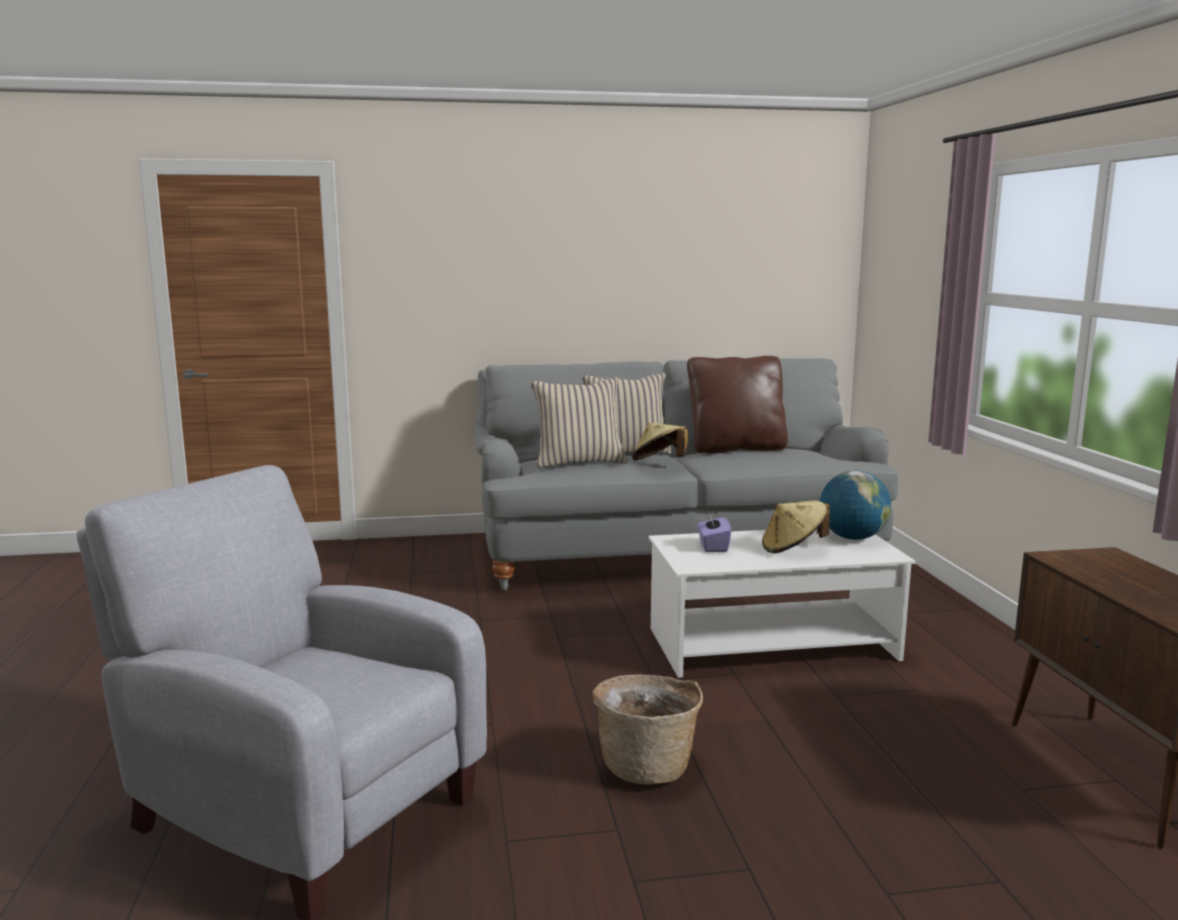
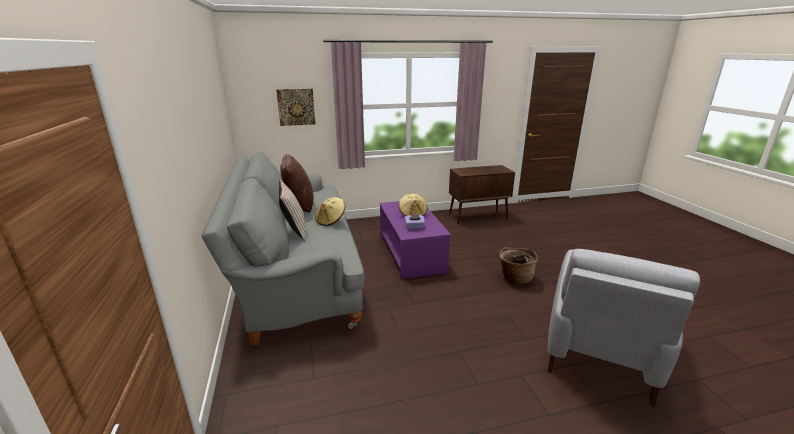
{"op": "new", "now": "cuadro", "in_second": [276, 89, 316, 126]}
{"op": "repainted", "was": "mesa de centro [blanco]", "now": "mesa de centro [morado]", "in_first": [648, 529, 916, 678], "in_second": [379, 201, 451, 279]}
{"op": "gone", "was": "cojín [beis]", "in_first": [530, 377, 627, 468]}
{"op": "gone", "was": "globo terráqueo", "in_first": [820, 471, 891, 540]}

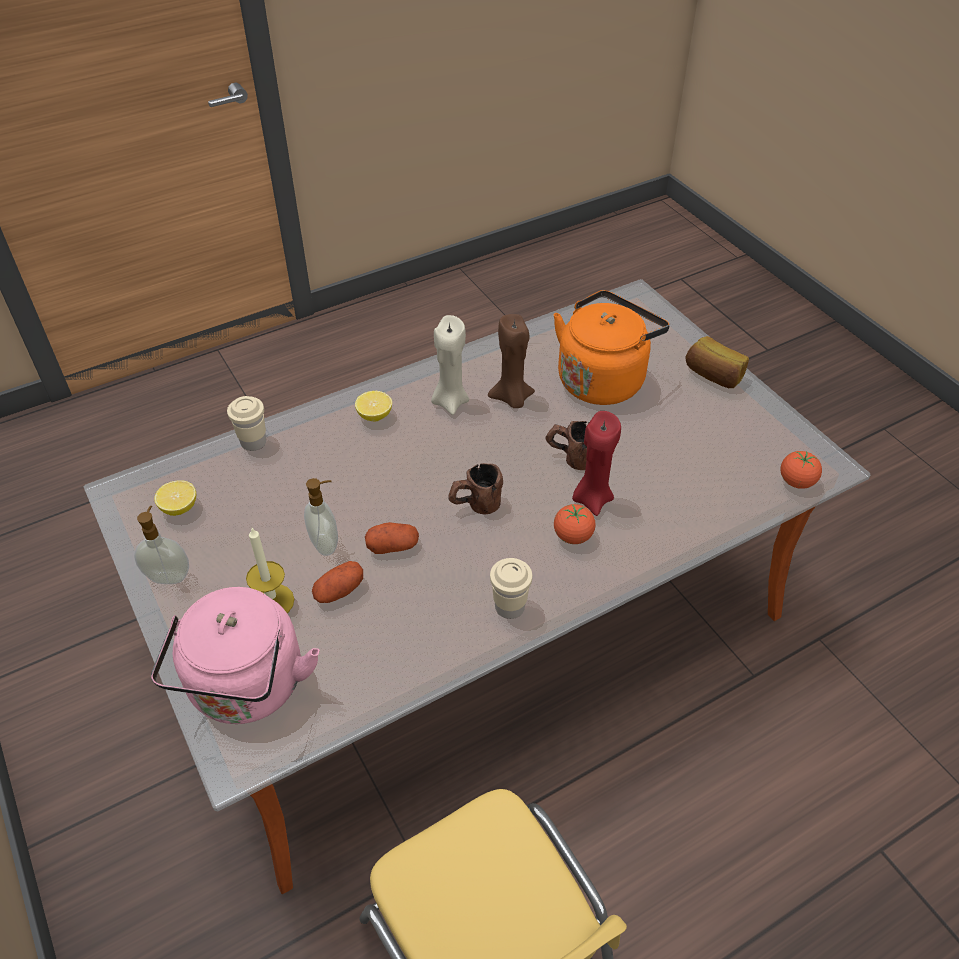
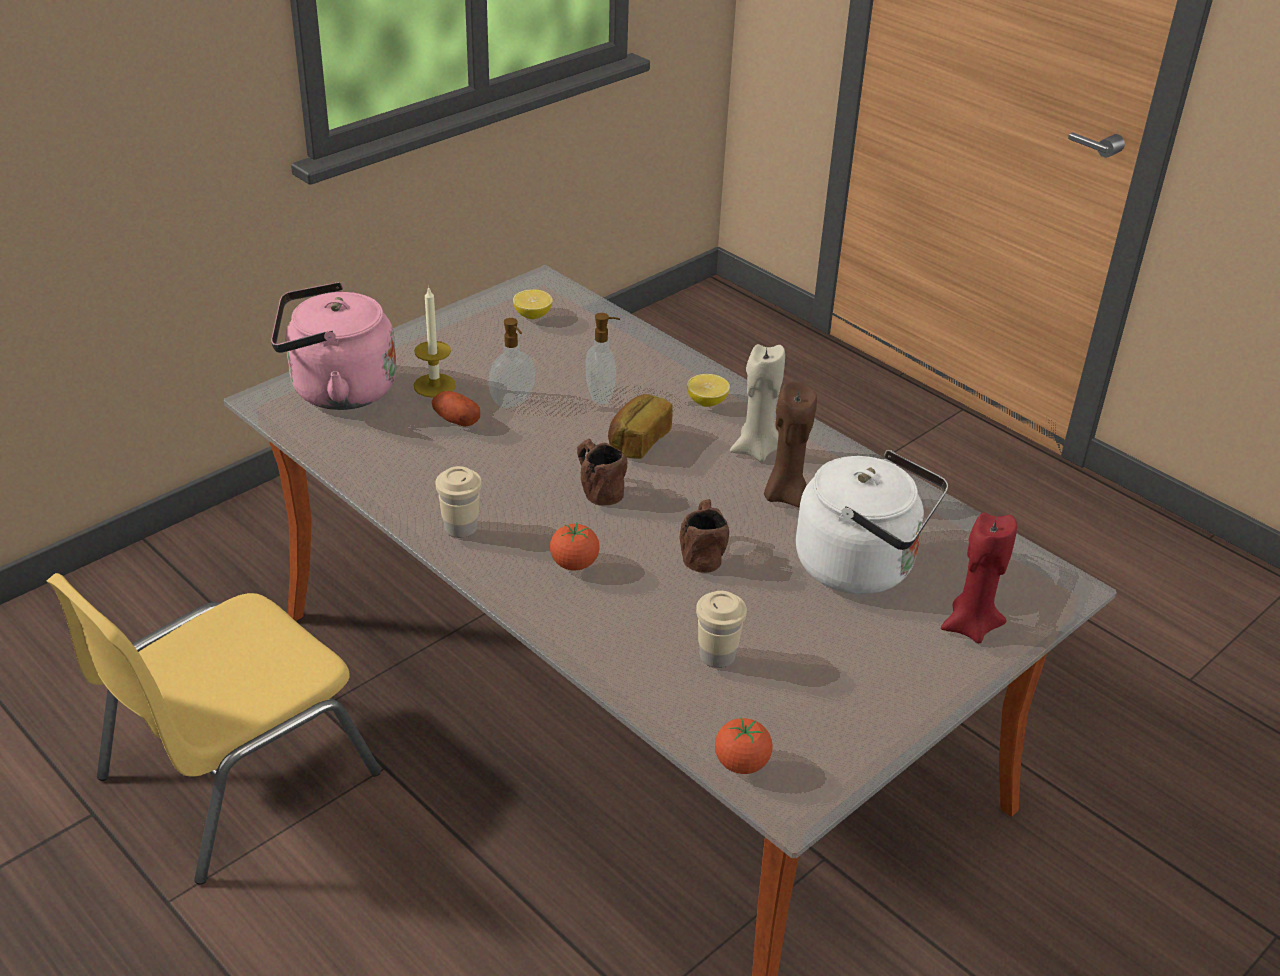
{"op": "shifted", "was": "dispensador de jabón", "in_first": [134, 506, 189, 584], "in_second": [586, 313, 620, 404]}
{"op": "shifted", "was": "pan", "in_first": [686, 336, 749, 388], "in_second": [608, 394, 673, 459]}
{"op": "shifted", "was": "taza [beis]", "in_first": [227, 396, 266, 451], "in_second": [696, 591, 747, 668]}
{"op": "repainted", "was": "hervidor [naranja]", "now": "hervidor [blanco]", "in_first": [554, 290, 670, 405], "in_second": [796, 450, 948, 594]}
{"op": "shifted", "was": "vela [rojo]", "in_first": [572, 411, 621, 516], "in_second": [941, 513, 1017, 643]}
{"op": "gone", "was": "patata", "in_first": [365, 522, 419, 554]}

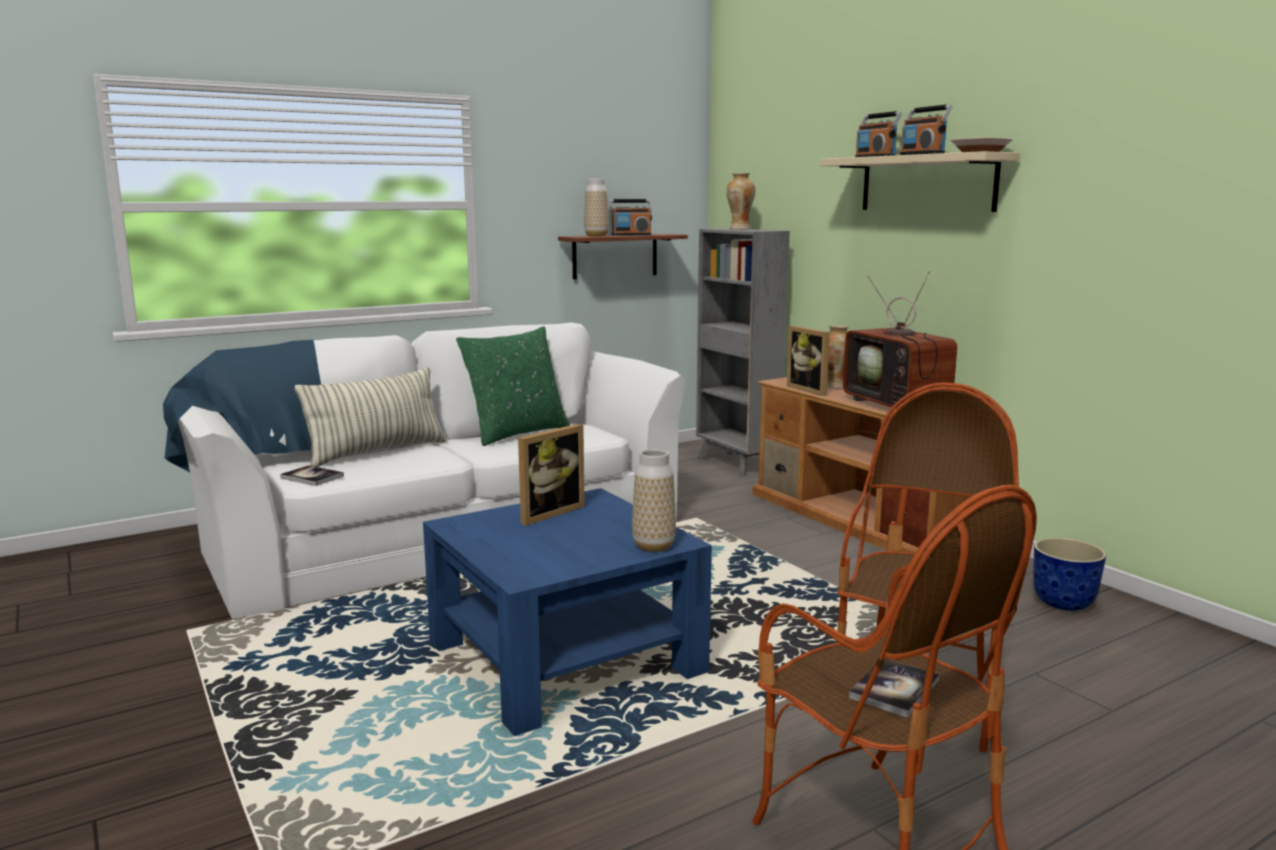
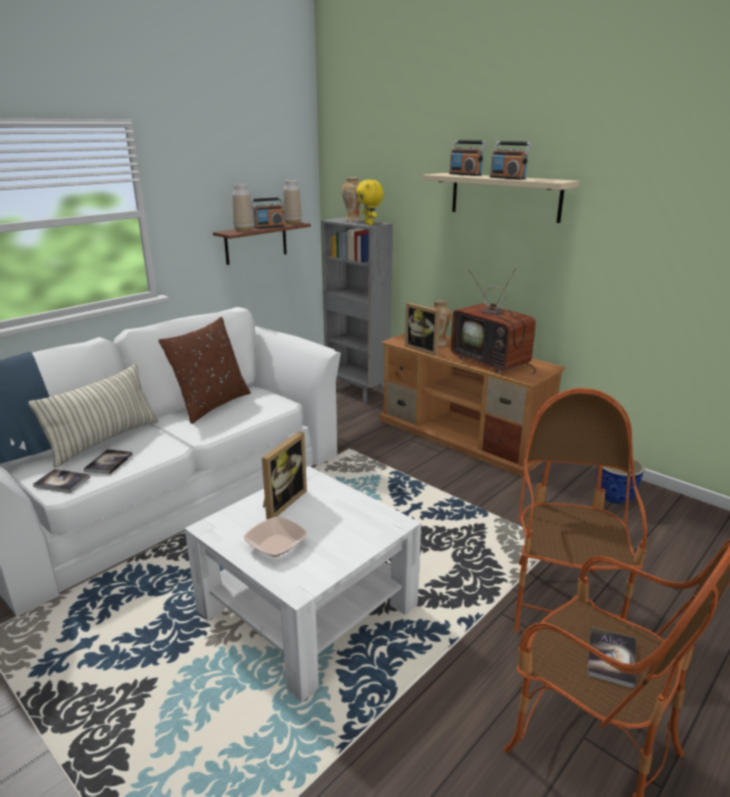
{"op": "new", "now": "libro", "in_second": [84, 449, 133, 475]}
{"op": "repainted", "was": "cojín [verde]", "now": "cojín [marrón]", "in_first": [456, 326, 570, 446], "in_second": [158, 317, 251, 424]}
{"op": "repainted", "was": "mesa de centro [azul]", "now": "mesa de centro [blanco]", "in_first": [423, 488, 712, 736], "in_second": [185, 466, 421, 702]}
{"op": "shifted", "was": "cuenco", "in_first": [950, 137, 1013, 152], "in_second": [244, 517, 307, 557]}
{"op": "shifted", "was": "florero", "in_first": [632, 449, 676, 552], "in_second": [283, 180, 302, 224]}
{"op": "new", "now": "peluche [amarillo]", "in_second": [356, 180, 384, 225]}

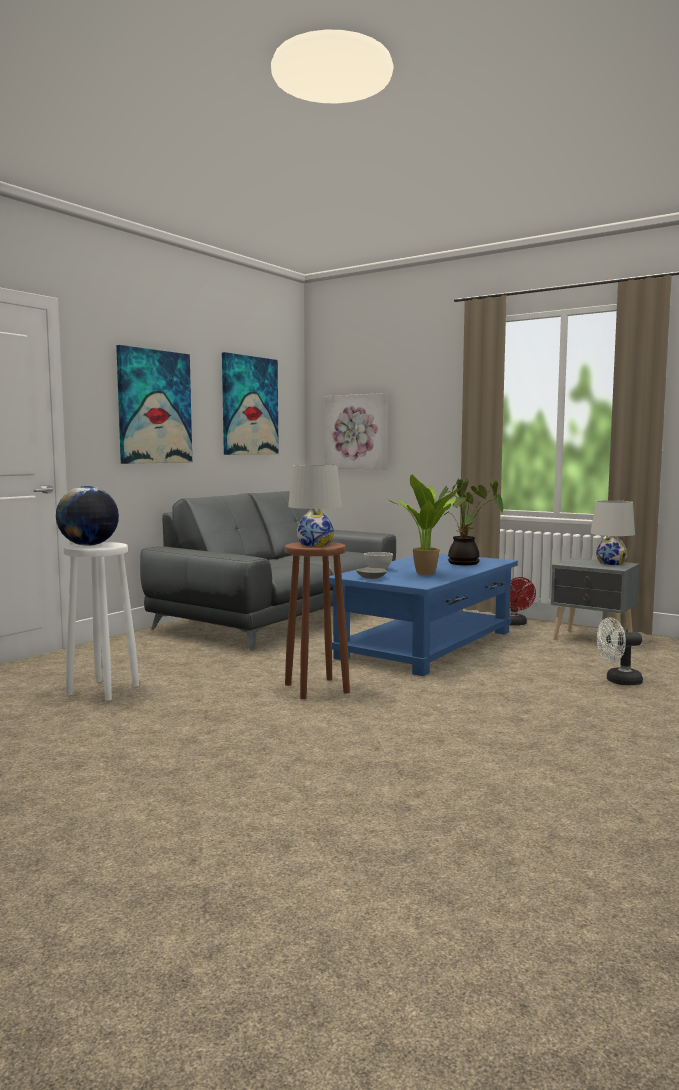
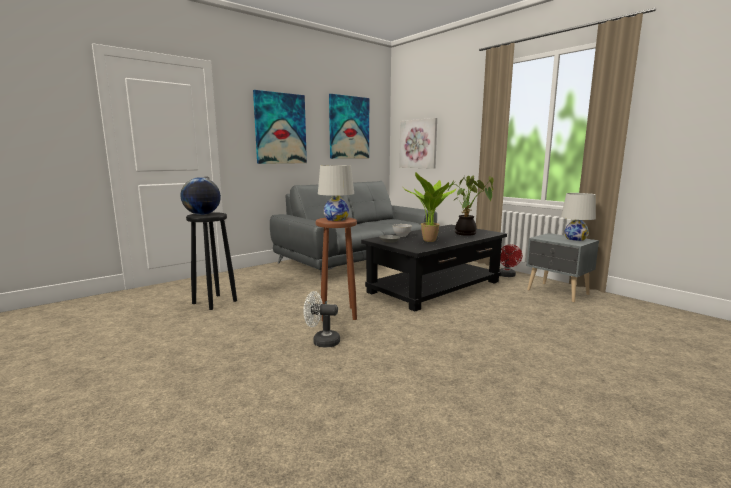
{"op": "repainted", "was": "taburete [blanco]", "now": "taburete [negro]", "in_first": [64, 542, 139, 701], "in_second": [186, 212, 237, 310]}
{"op": "shifted", "was": "ventilador [blanco]", "in_first": [597, 617, 643, 685], "in_second": [303, 291, 340, 347]}
{"op": "repainted", "was": "mesa de centro [azul]", "now": "mesa de centro [negro]", "in_first": [329, 553, 518, 676], "in_second": [361, 225, 507, 311]}

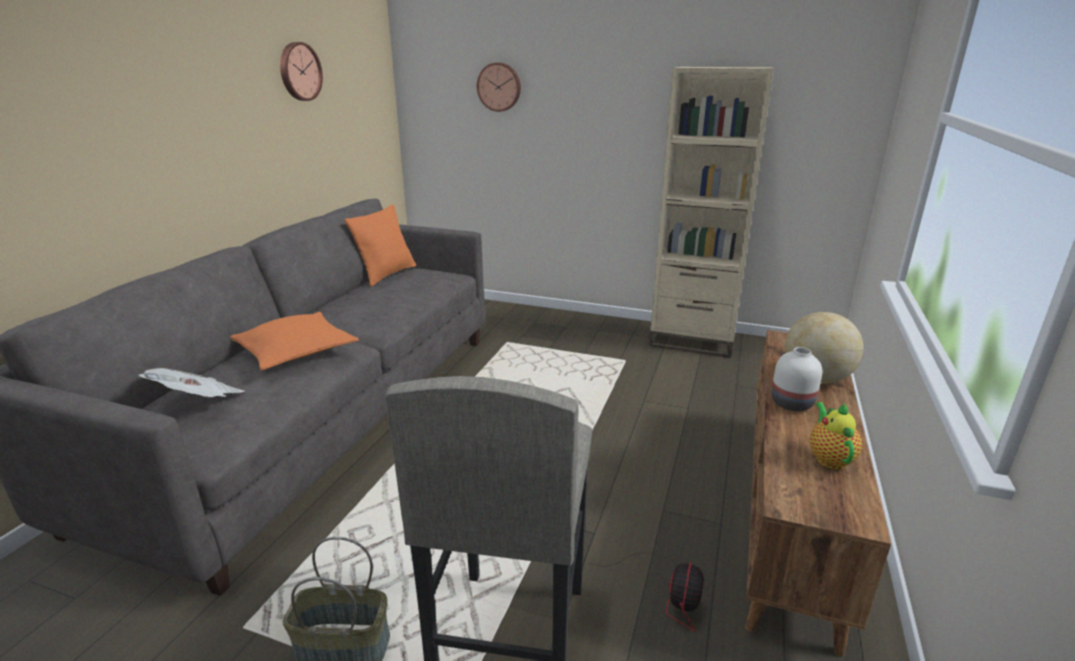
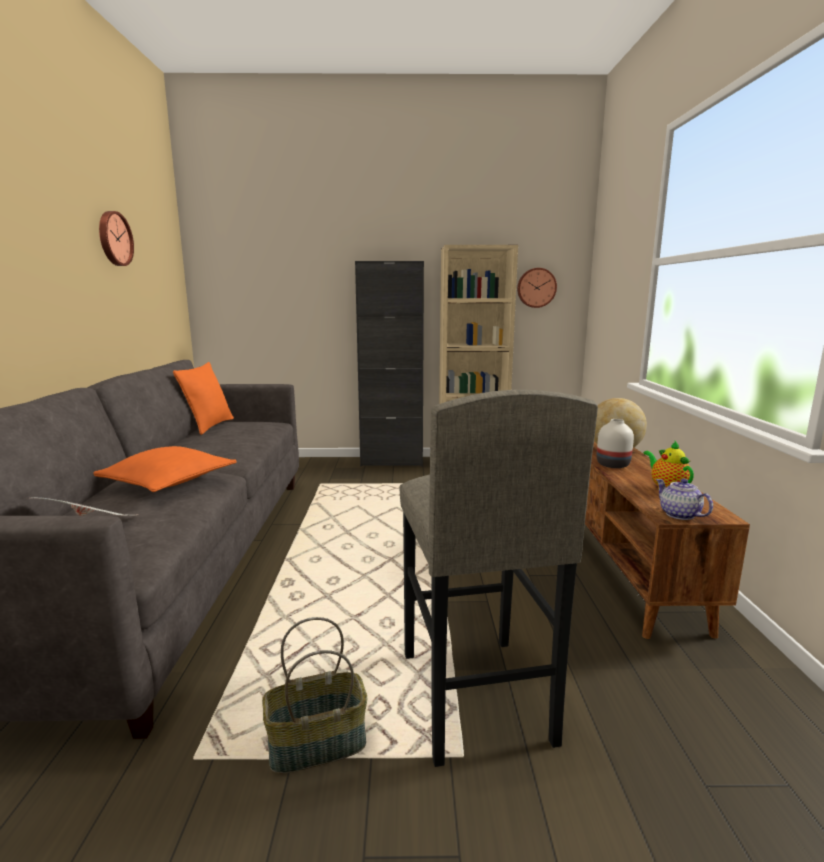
{"op": "new", "now": "armario [negro]", "in_second": [355, 261, 424, 466]}
{"op": "shifted", "was": "reloj de pared", "in_first": [477, 62, 521, 112], "in_second": [517, 268, 557, 308]}
{"op": "new", "now": "tetera", "in_second": [656, 479, 713, 520]}
{"op": "gone", "was": "ventilador", "in_first": [589, 552, 704, 632]}

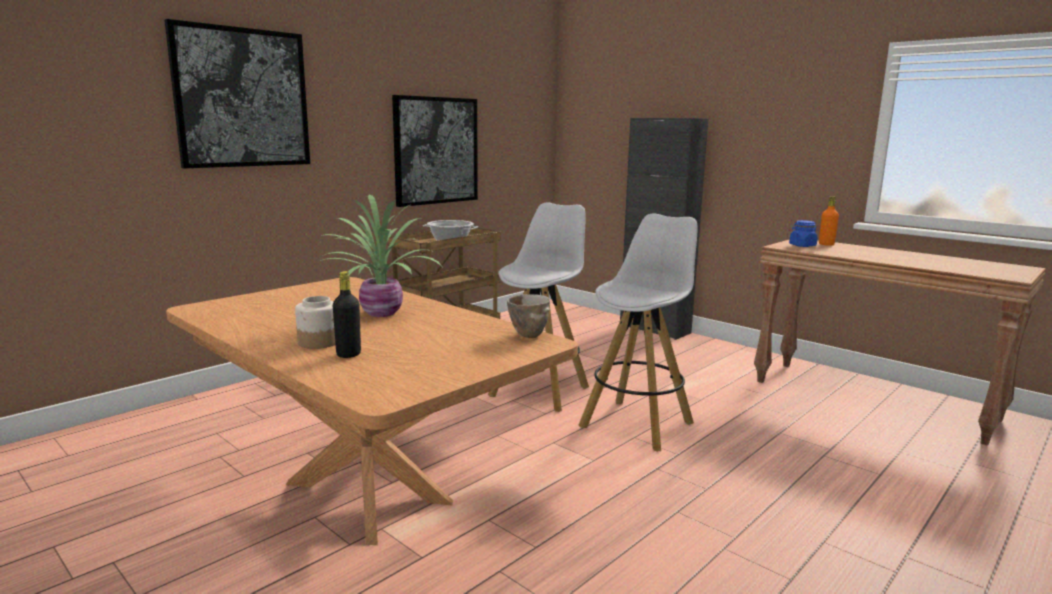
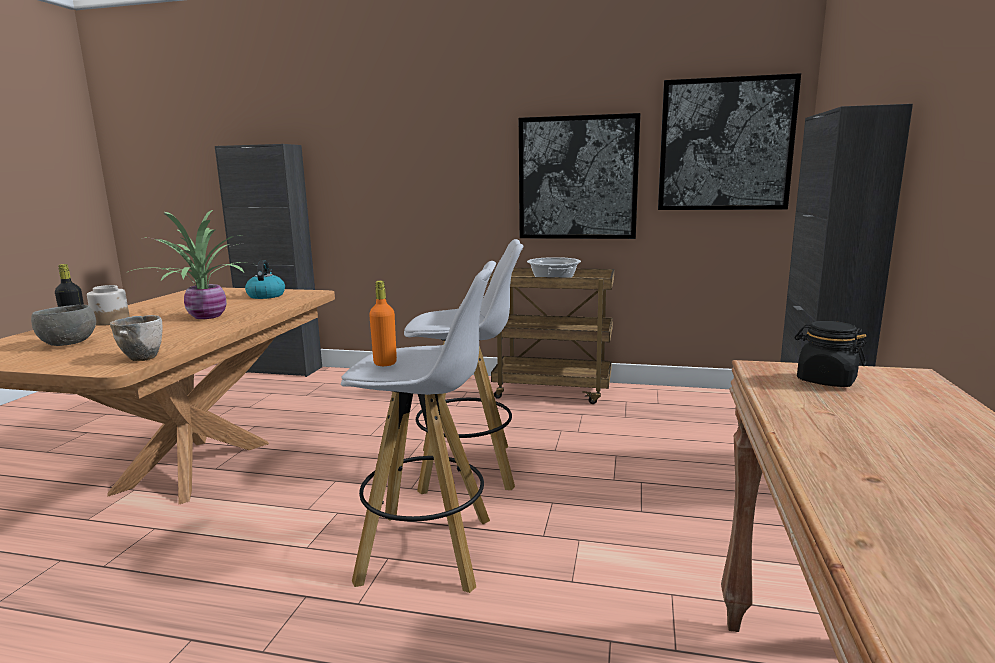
{"op": "new", "now": "cuenco [gris]", "in_second": [31, 305, 96, 346]}
{"op": "new", "now": "armario [negro]", "in_second": [215, 144, 322, 377]}
{"op": "new", "now": "hervidor", "in_second": [245, 260, 285, 299]}
{"op": "shifted", "was": "botella [naranja]", "in_first": [819, 196, 839, 246], "in_second": [369, 281, 397, 366]}
{"op": "shifted", "was": "cuadro", "in_first": [165, 19, 310, 169], "in_second": [658, 73, 801, 210]}
{"op": "repainted", "was": "tarro [azul]", "now": "tarro [negro]", "in_first": [789, 220, 818, 247], "in_second": [795, 321, 867, 387]}

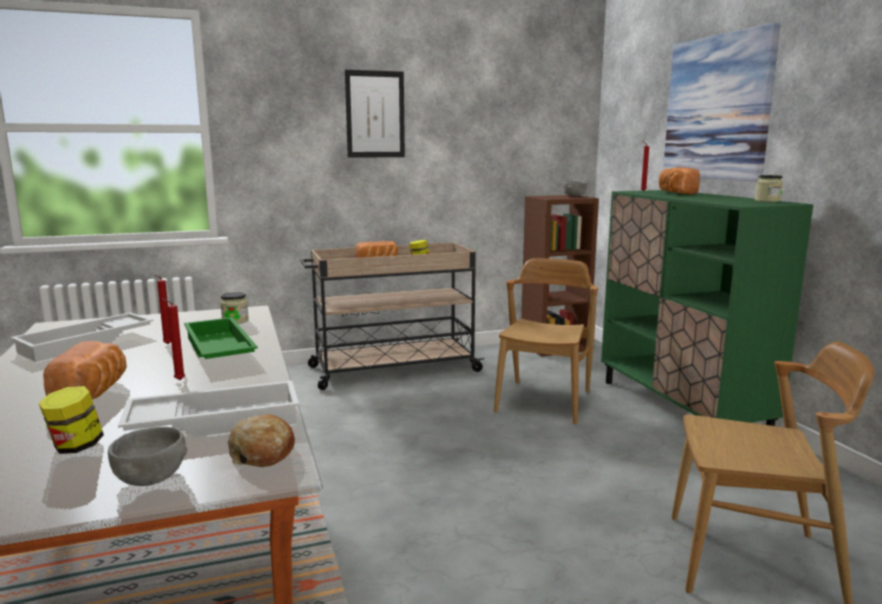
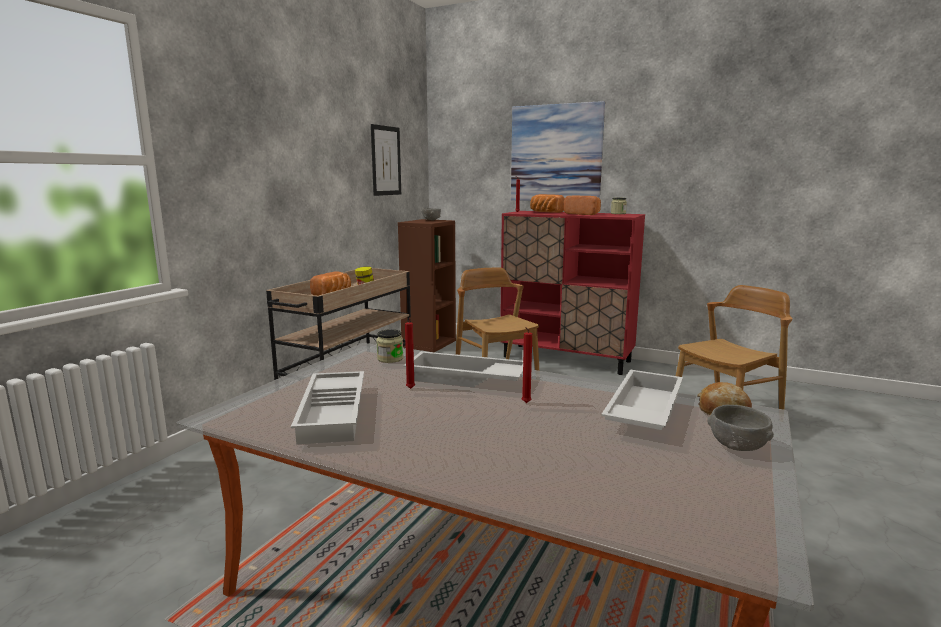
{"op": "shifted", "was": "cuadro", "in_first": [345, 70, 405, 158], "in_second": [371, 124, 401, 196]}
{"op": "repainted", "was": "bandeja [verde]", "now": "bandeja [blanco]", "in_first": [184, 317, 258, 359], "in_second": [403, 351, 523, 388]}
{"op": "repainted", "was": "armario [verde]", "now": "armario [rojo]", "in_first": [601, 190, 813, 426], "in_second": [500, 211, 645, 375]}
{"op": "shifted", "was": "pan", "in_first": [43, 341, 127, 399], "in_second": [564, 196, 601, 215]}
{"op": "gone", "was": "tarro", "in_first": [39, 386, 104, 454]}

